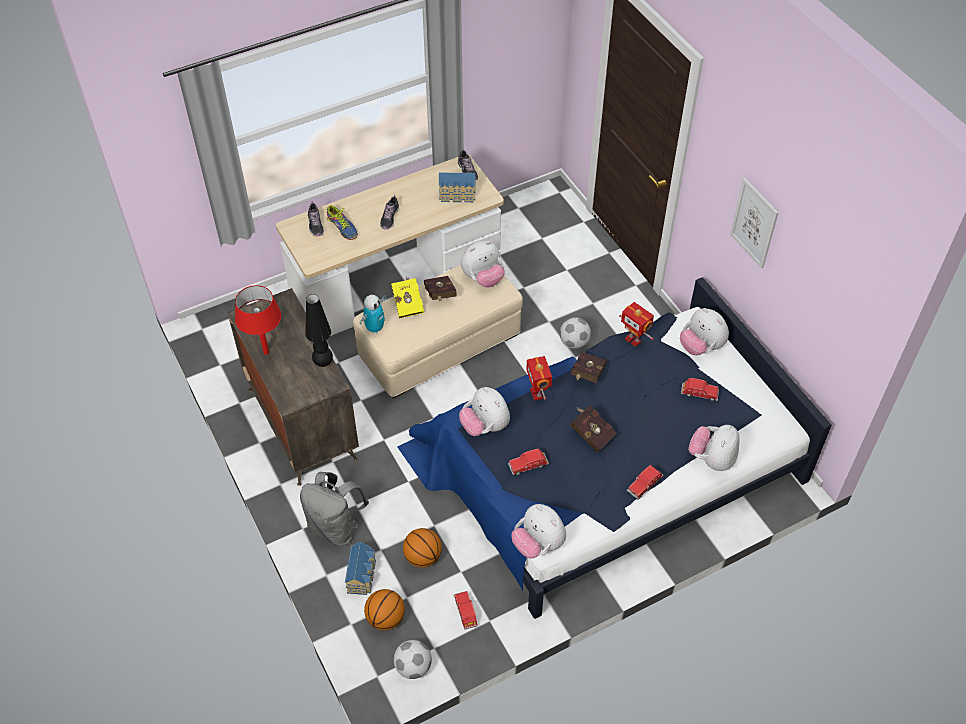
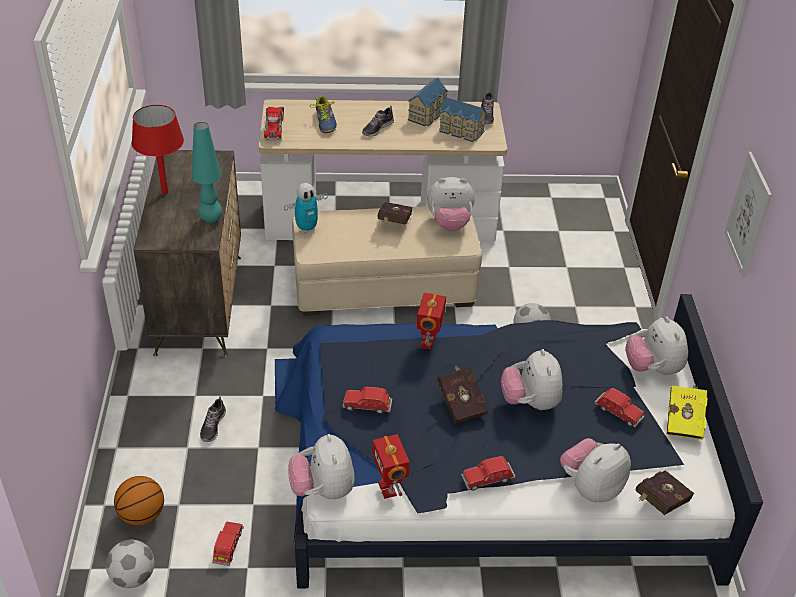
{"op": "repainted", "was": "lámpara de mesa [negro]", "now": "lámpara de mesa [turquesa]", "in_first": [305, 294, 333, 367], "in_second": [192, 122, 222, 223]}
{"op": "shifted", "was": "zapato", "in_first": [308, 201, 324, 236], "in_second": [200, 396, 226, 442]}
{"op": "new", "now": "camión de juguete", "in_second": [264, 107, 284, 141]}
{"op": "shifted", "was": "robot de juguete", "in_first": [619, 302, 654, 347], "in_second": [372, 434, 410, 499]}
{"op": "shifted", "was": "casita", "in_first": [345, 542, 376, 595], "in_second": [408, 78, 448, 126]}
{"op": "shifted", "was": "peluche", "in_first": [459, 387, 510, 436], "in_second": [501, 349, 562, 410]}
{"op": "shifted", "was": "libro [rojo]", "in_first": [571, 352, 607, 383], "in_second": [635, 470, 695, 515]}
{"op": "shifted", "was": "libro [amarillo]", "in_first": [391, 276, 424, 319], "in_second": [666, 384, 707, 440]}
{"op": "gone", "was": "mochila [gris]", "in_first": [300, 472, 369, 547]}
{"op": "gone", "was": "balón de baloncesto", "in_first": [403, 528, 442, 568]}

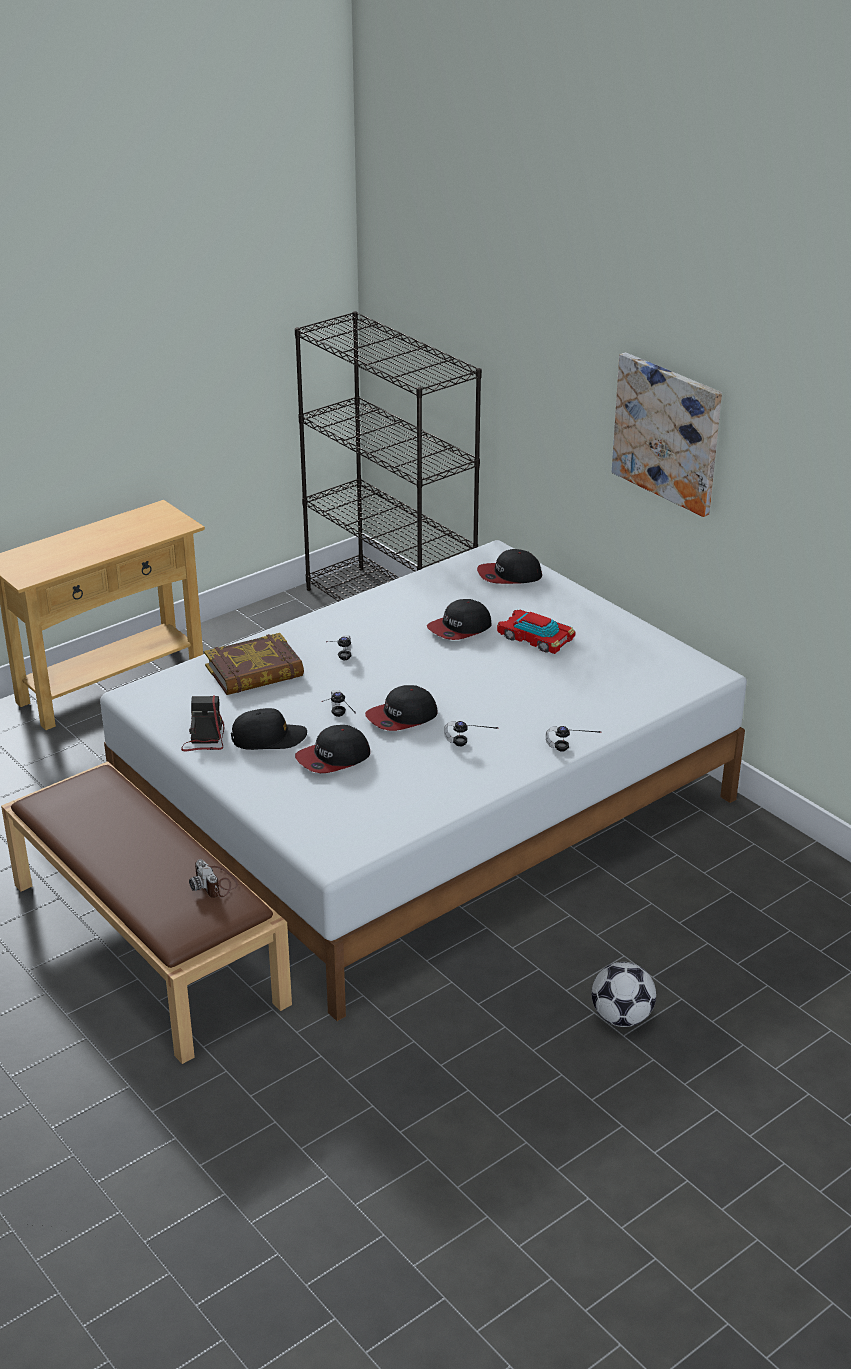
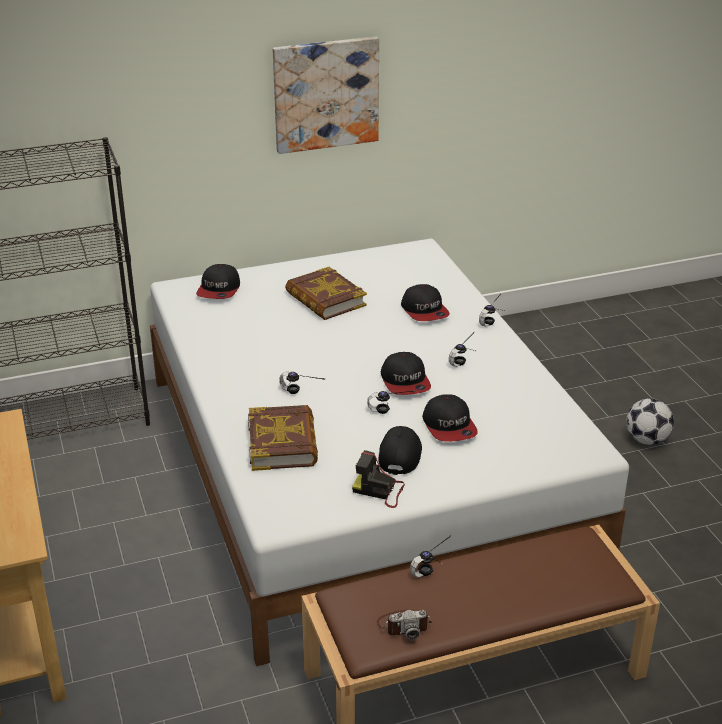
{"op": "swapped", "was": "coche de juguete", "now": "libro", "in_first": [497, 610, 575, 654], "in_second": [285, 267, 367, 320]}
{"op": "shifted", "was": "cámara", "in_first": [189, 859, 238, 898], "in_second": [377, 609, 432, 640]}
{"op": "shifted", "was": "gorra", "in_first": [427, 599, 491, 640], "in_second": [401, 284, 450, 321]}
{"op": "new", "now": "auriculares", "in_second": [410, 535, 451, 577]}

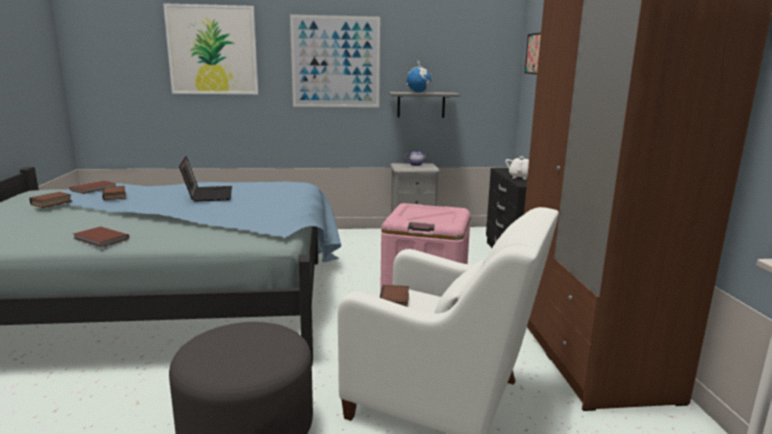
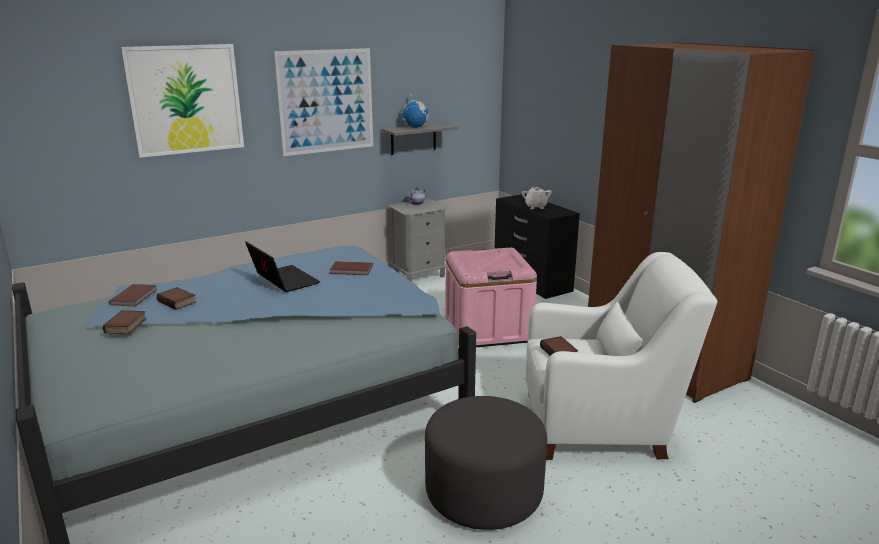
{"op": "shifted", "was": "libro [marrón]", "in_first": [73, 226, 129, 248], "in_second": [330, 261, 373, 275]}
{"op": "gone", "was": "cuadro", "in_first": [525, 33, 541, 74]}

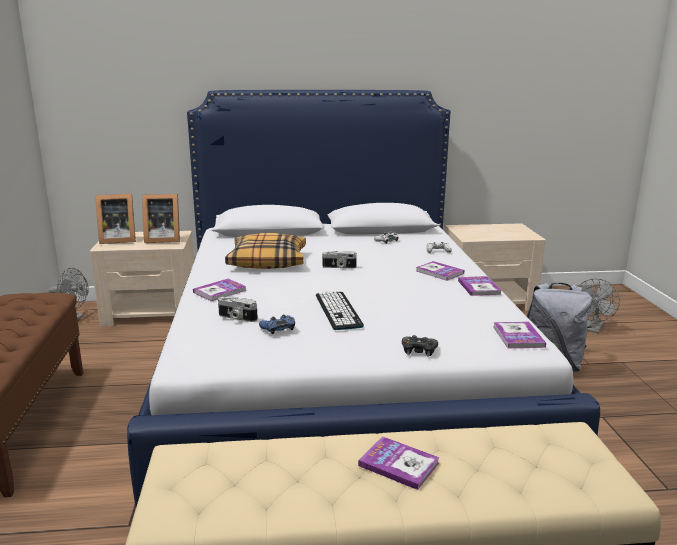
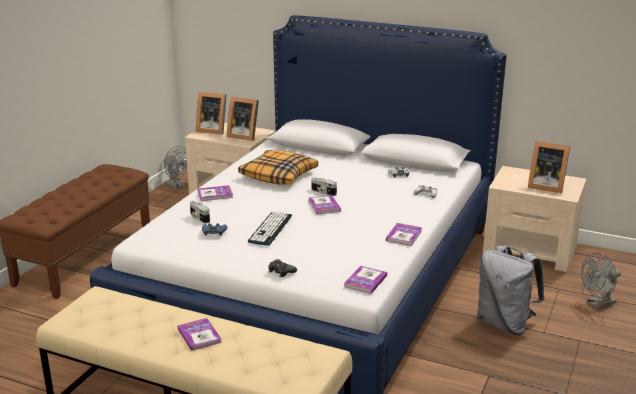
{"op": "shifted", "was": "libro", "in_first": [416, 261, 464, 281], "in_second": [309, 195, 341, 214]}
{"op": "new", "now": "portarretratos", "in_second": [528, 141, 570, 193]}

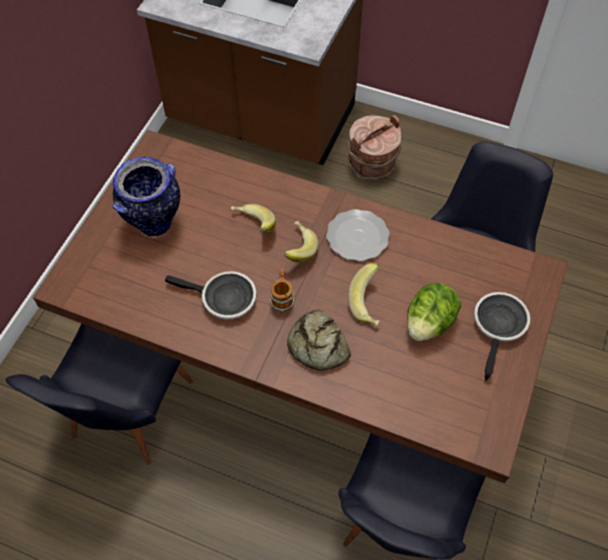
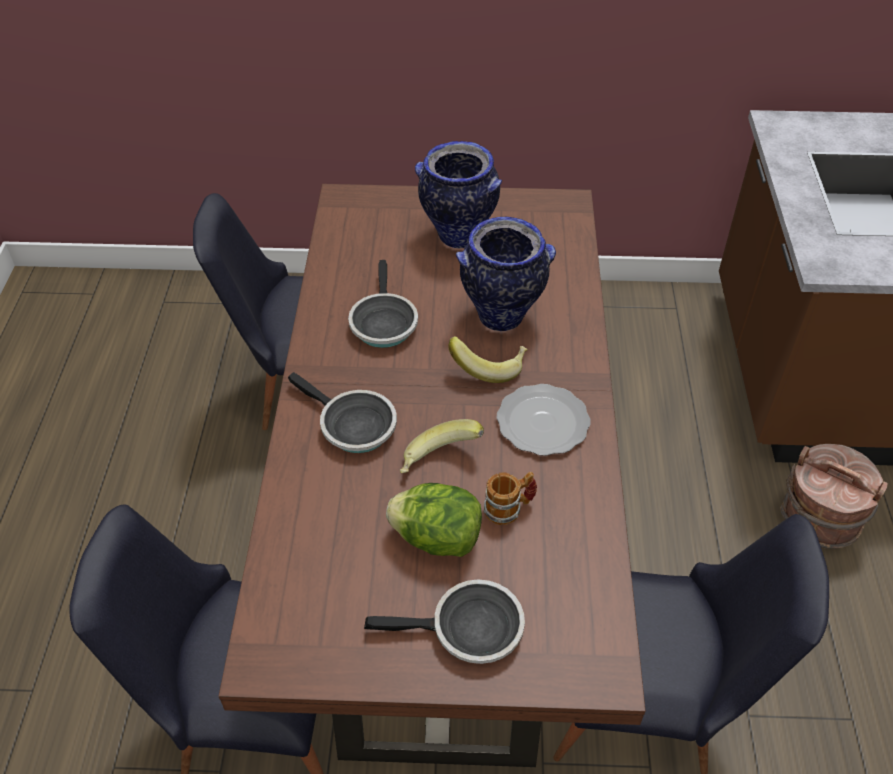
{"op": "swapped", "was": "pan", "now": "sartén", "in_first": [287, 310, 351, 371], "in_second": [288, 372, 397, 453]}
{"op": "swapped", "was": "plátano", "now": "florero", "in_first": [231, 204, 276, 232], "in_second": [456, 217, 556, 331]}
{"op": "shifted", "was": "taza grande", "in_first": [270, 269, 294, 313], "in_second": [484, 472, 537, 525]}

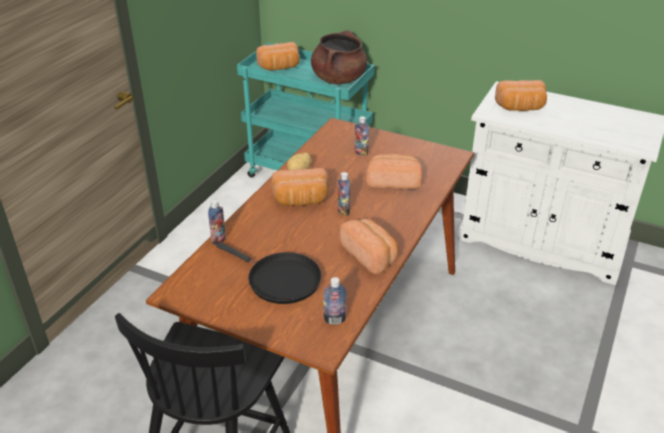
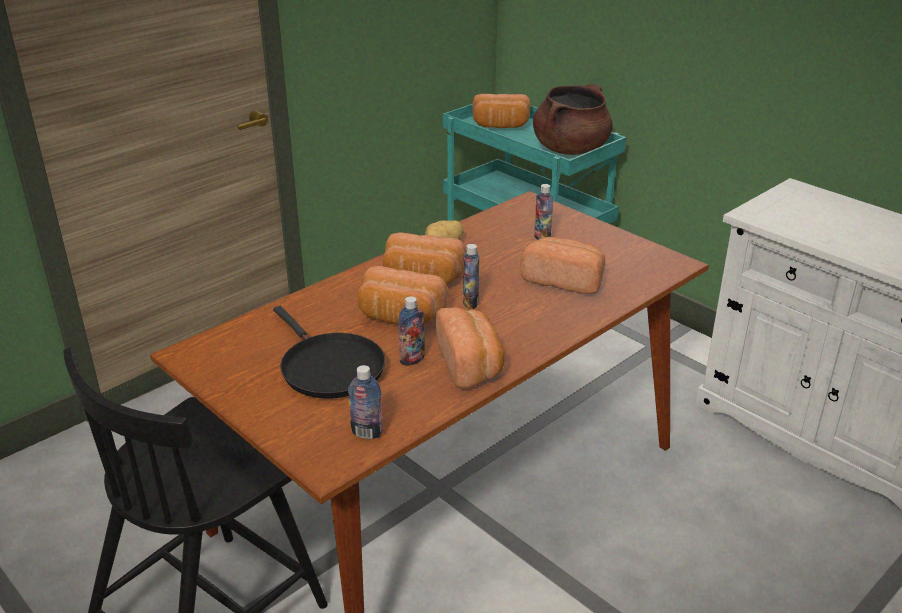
{"op": "shifted", "was": "pan", "in_first": [495, 80, 547, 111], "in_second": [358, 266, 448, 325]}
{"op": "shifted", "was": "botella", "in_first": [208, 199, 226, 245], "in_second": [398, 296, 425, 366]}

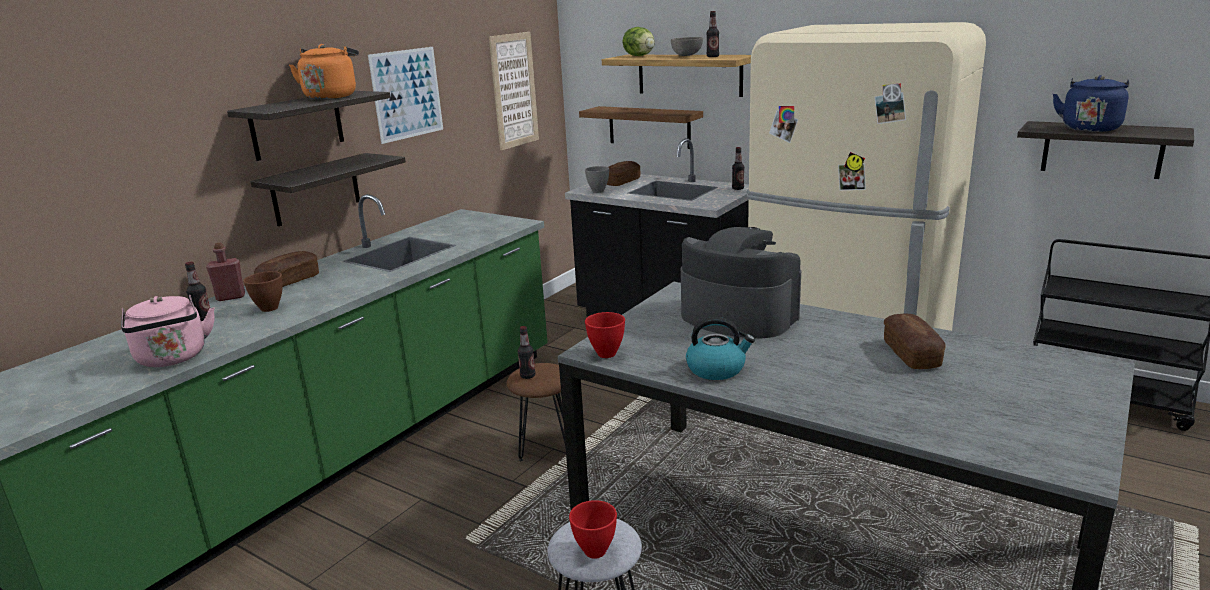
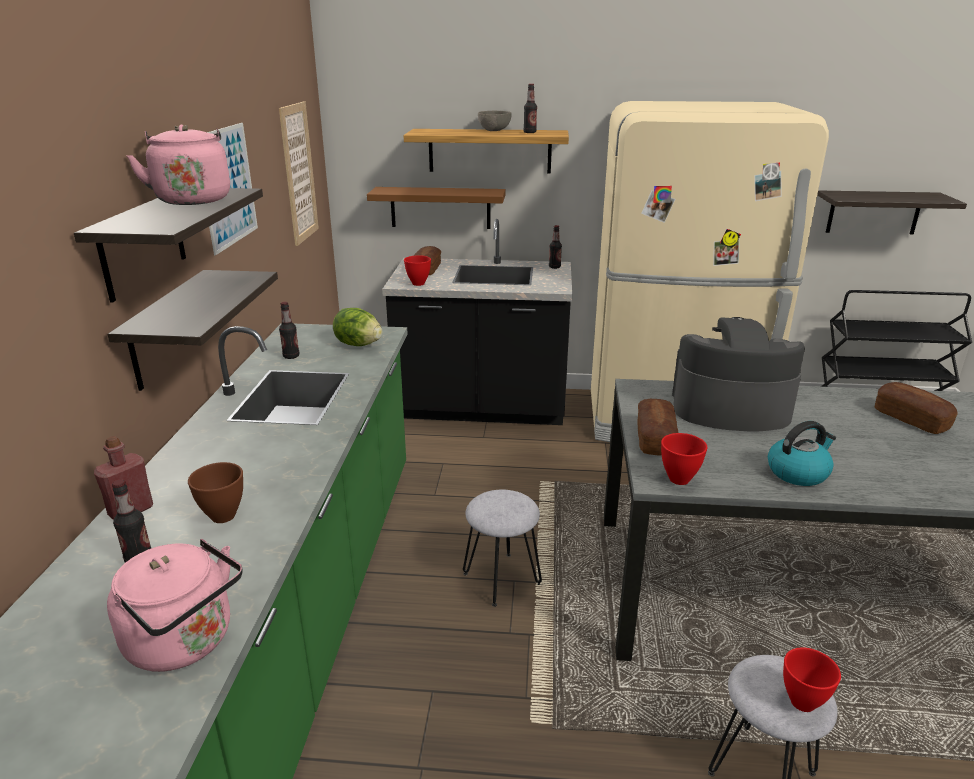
{"op": "repainted", "was": "hervidor [naranja]", "now": "hervidor [rosa]", "in_first": [289, 44, 359, 99], "in_second": [126, 125, 230, 205]}
{"op": "shifted", "was": "botella", "in_first": [518, 326, 535, 379], "in_second": [279, 302, 299, 359]}
{"op": "shifted", "was": "lechuga", "in_first": [622, 27, 655, 56], "in_second": [333, 308, 383, 346]}
{"op": "repainted", "was": "cuenco [gris]", "now": "cuenco [rojo]", "in_first": [585, 166, 609, 193], "in_second": [404, 255, 431, 286]}
{"op": "repainted", "was": "taburete [marrón]", "now": "taburete [gris]", "in_first": [507, 363, 565, 461], "in_second": [463, 490, 542, 607]}
{"op": "shifted", "was": "pan", "in_first": [254, 251, 319, 287], "in_second": [637, 399, 678, 456]}
{"op": "gone", "was": "hervidor [azul]", "in_first": [1053, 75, 1130, 132]}

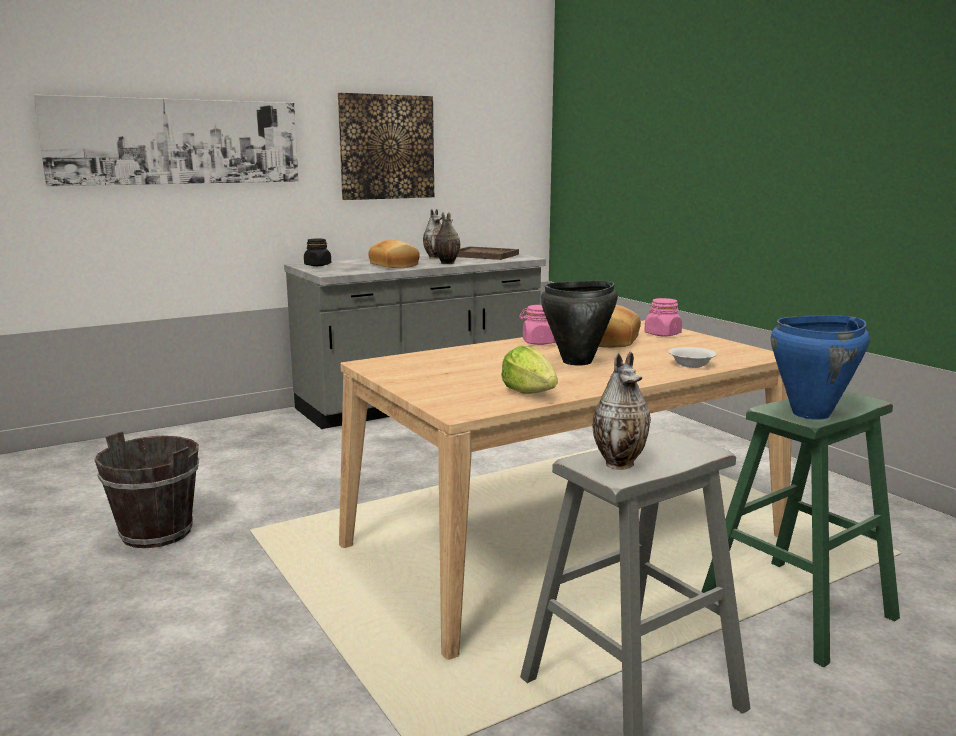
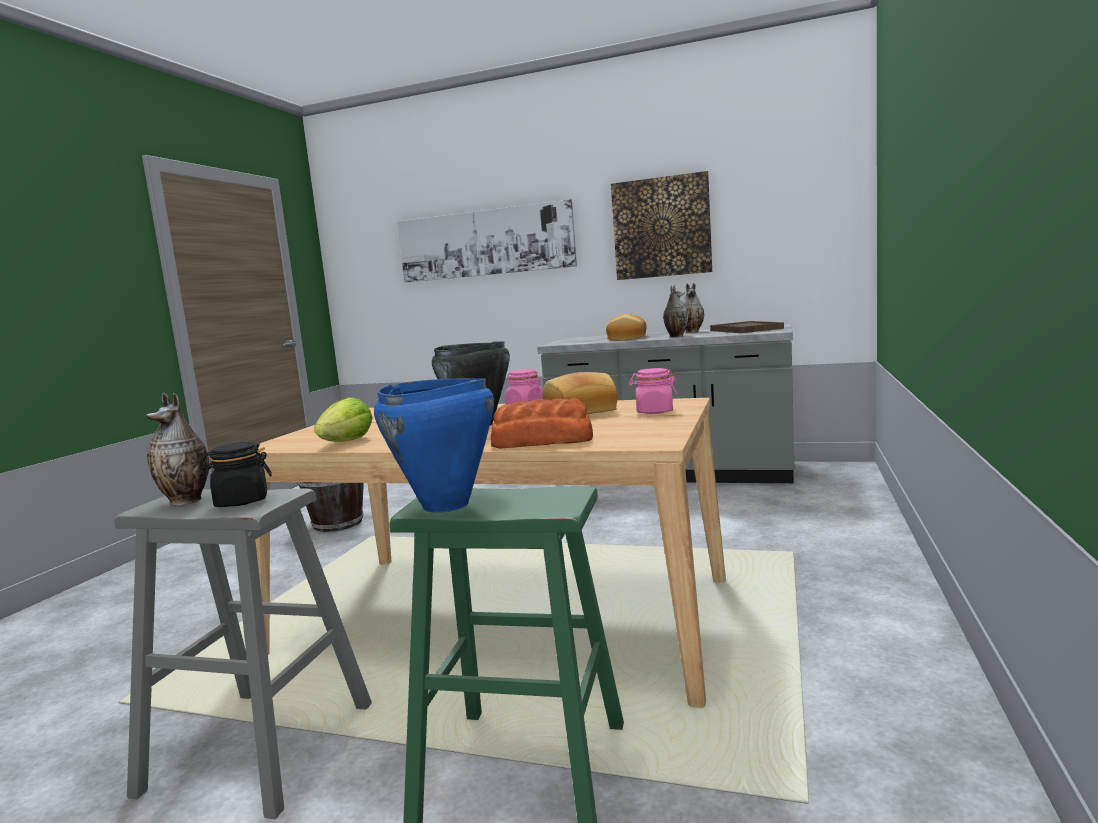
{"op": "shifted", "was": "tarro [negro]", "in_first": [304, 239, 331, 266], "in_second": [199, 442, 272, 507]}
{"op": "swapped", "was": "cuenco [blanco]", "now": "pan", "in_first": [668, 347, 717, 368], "in_second": [490, 398, 593, 448]}

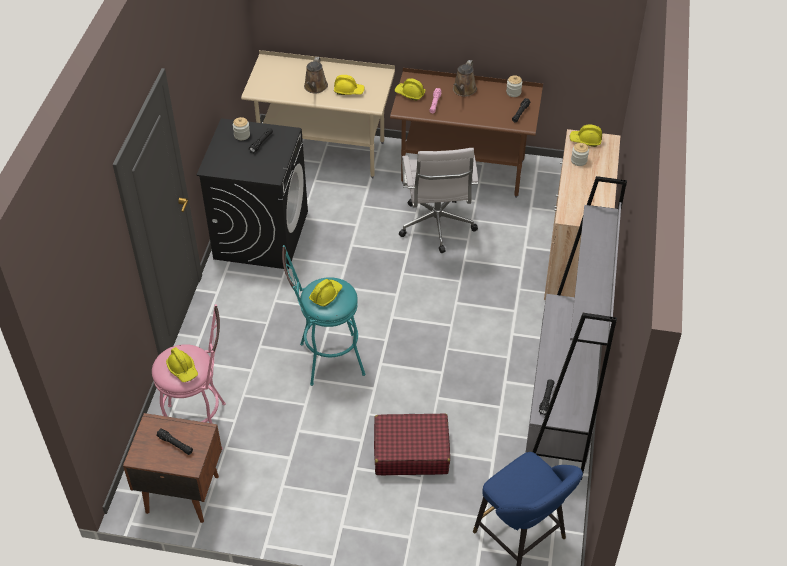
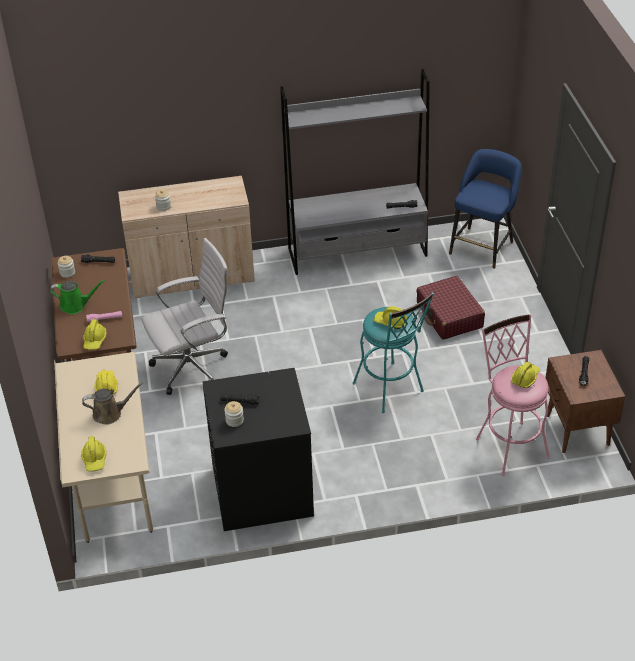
{"op": "repainted", "was": "regadera [marrón]", "now": "regadera [verde]", "in_first": [453, 60, 477, 97], "in_second": [50, 280, 105, 314]}
{"op": "shifted", "was": "casco [amarillo]", "in_first": [570, 125, 602, 147], "in_second": [81, 436, 107, 471]}

